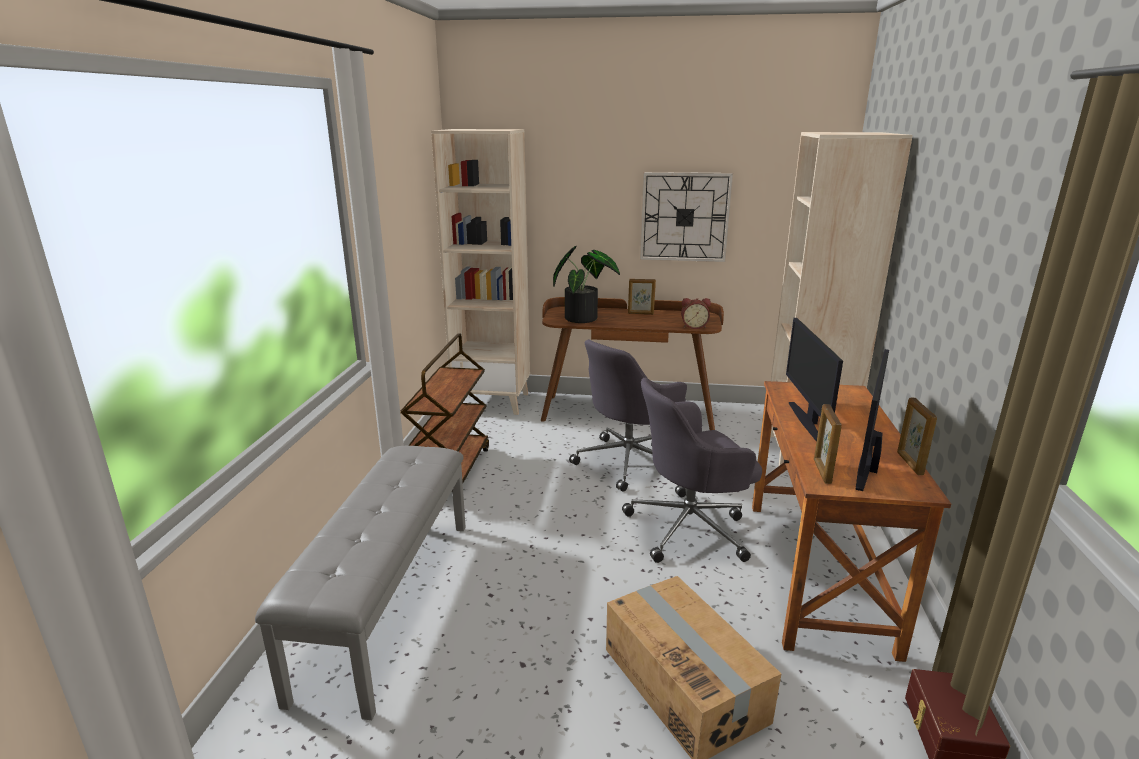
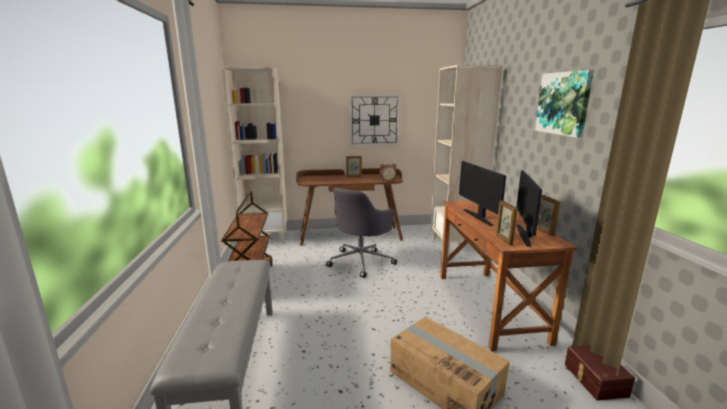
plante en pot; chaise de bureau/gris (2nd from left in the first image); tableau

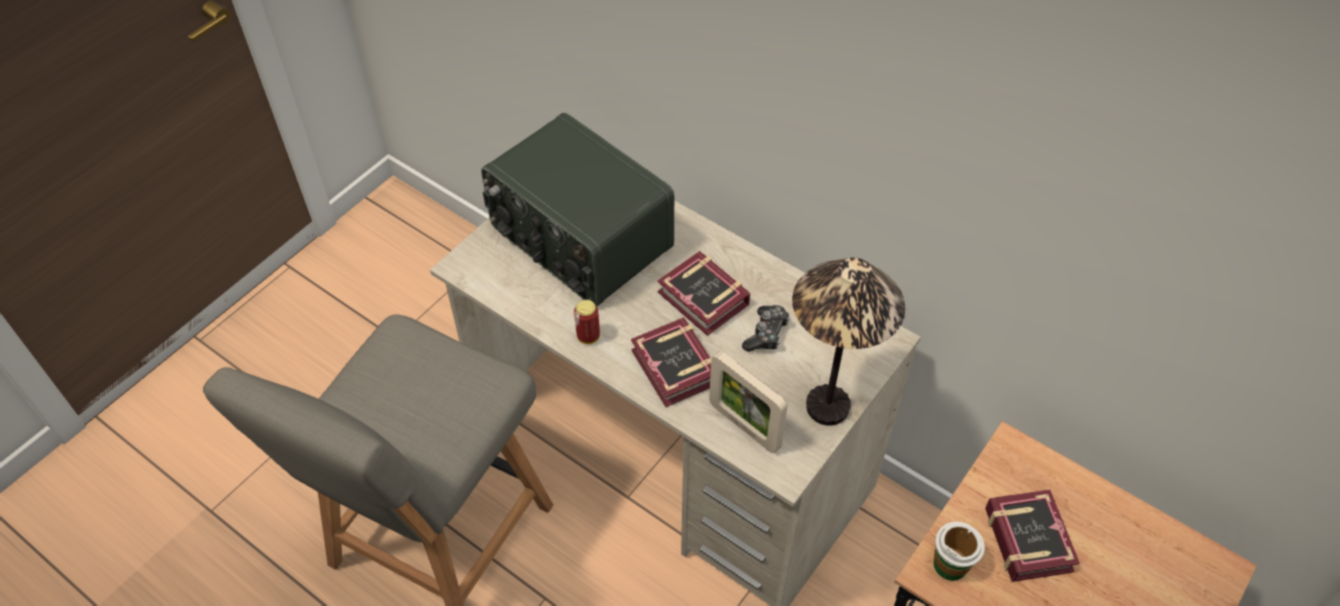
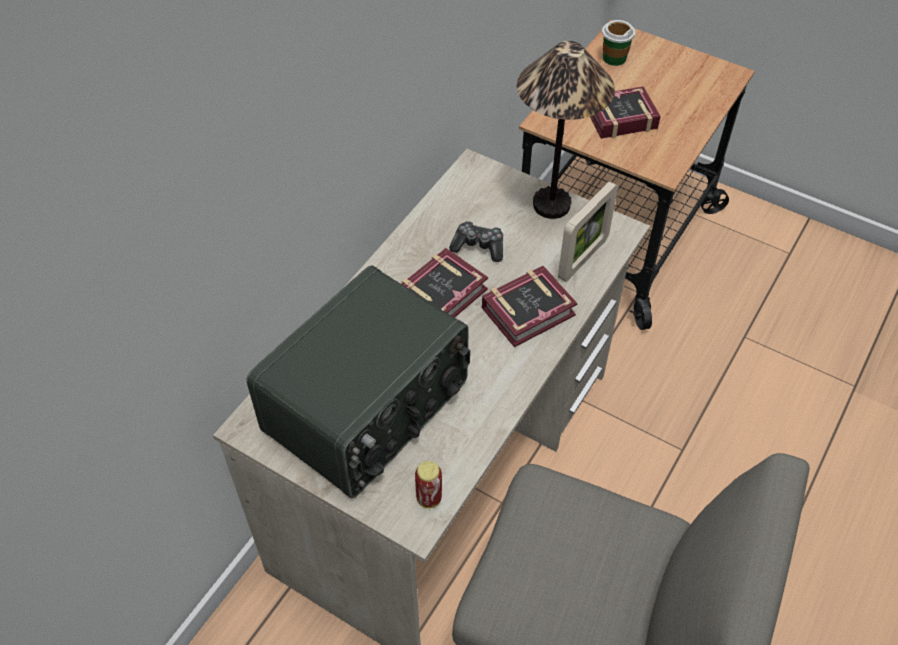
boîte métallique; tasse

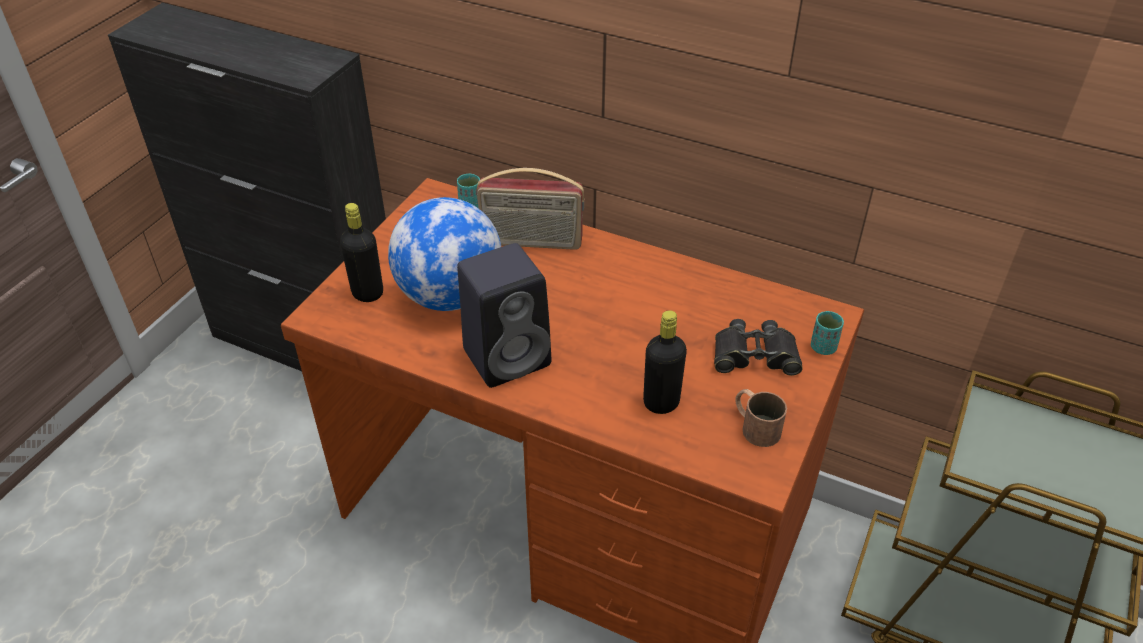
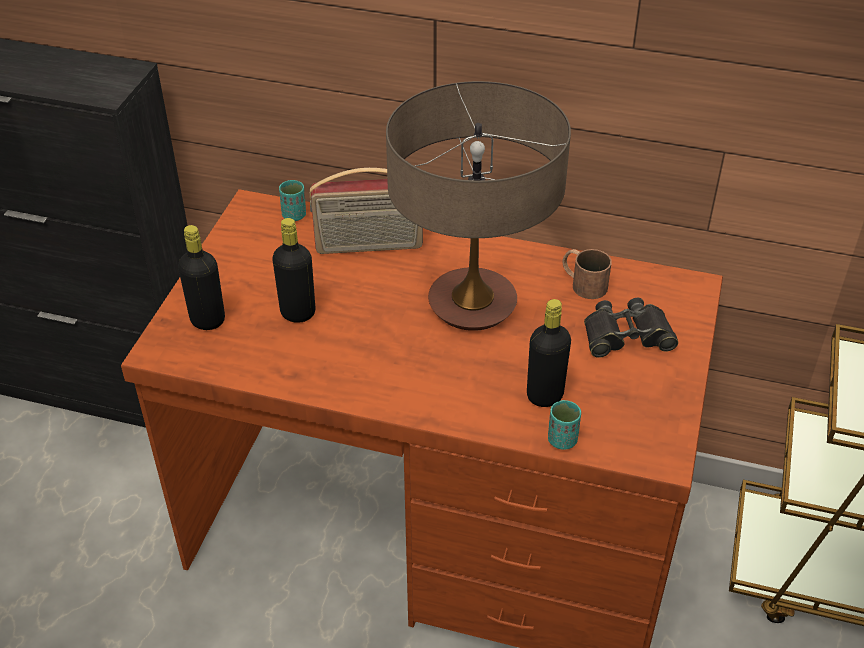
bouteille/noir (2nd from left); enceinte/noir; tasse/turquoise (2nd from left); mug/marron; lampe de table

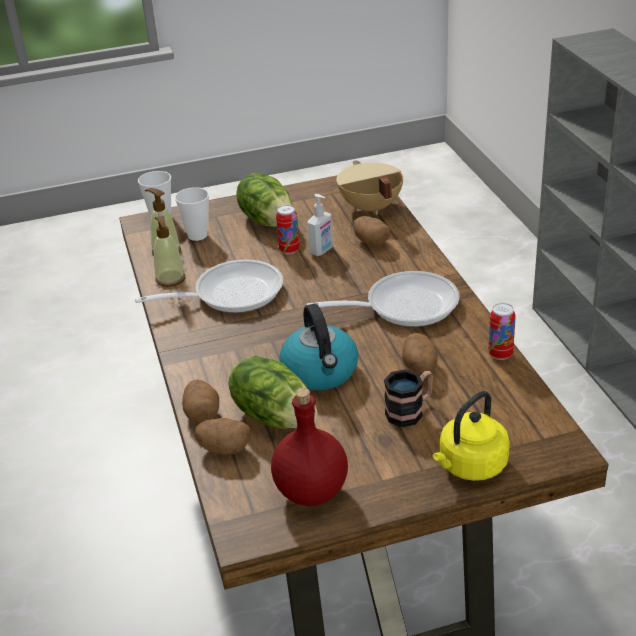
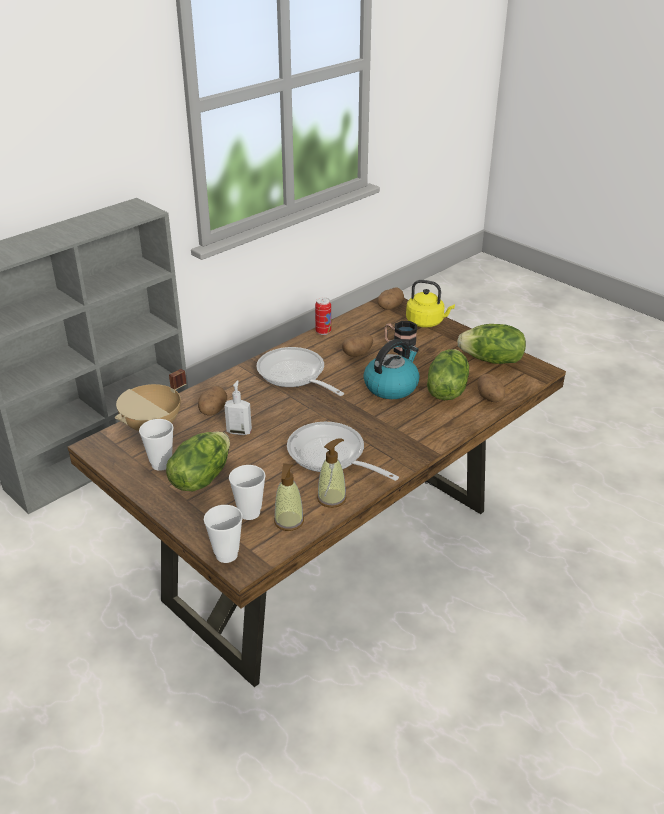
boîte métallique (1st from left in the first image); pomme de terre (3rd from left); laitue (3rd from left); tasse (1st from left)

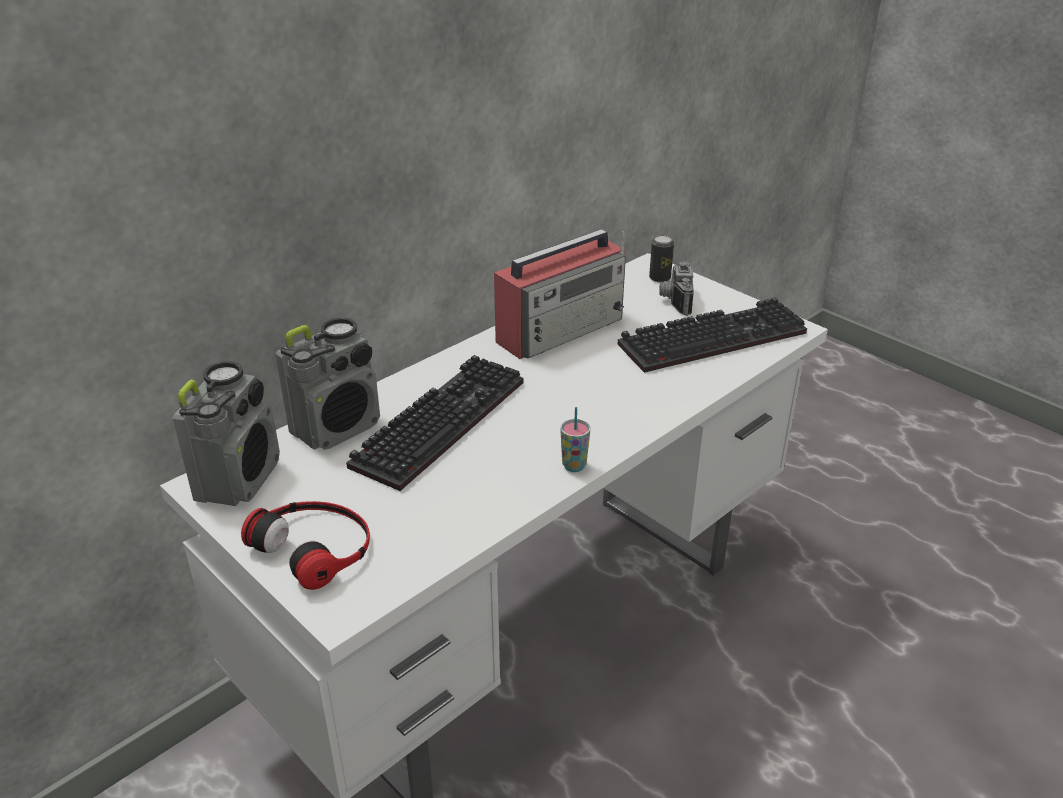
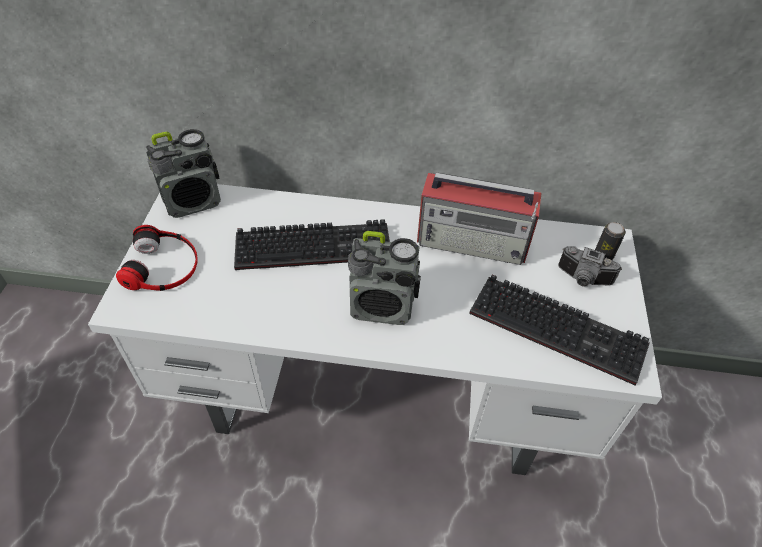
appareil photo; radio (2nd from left); tasse

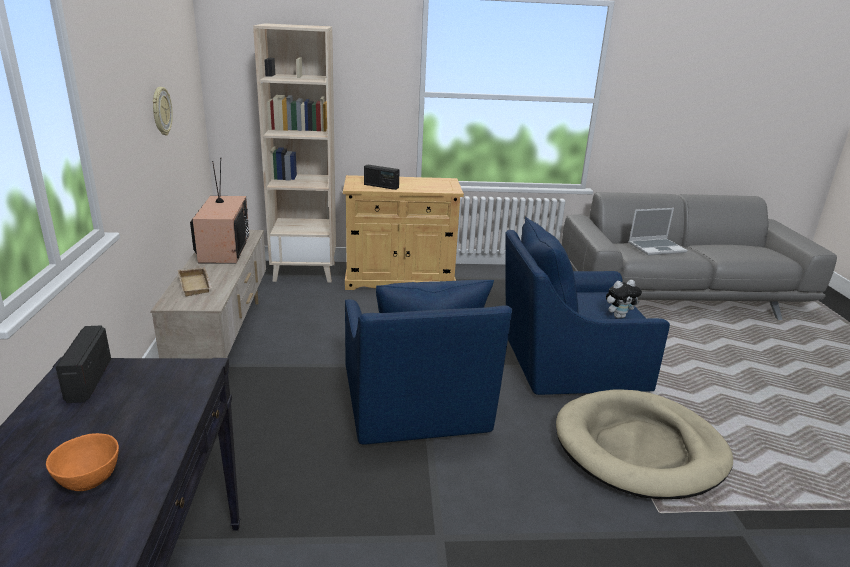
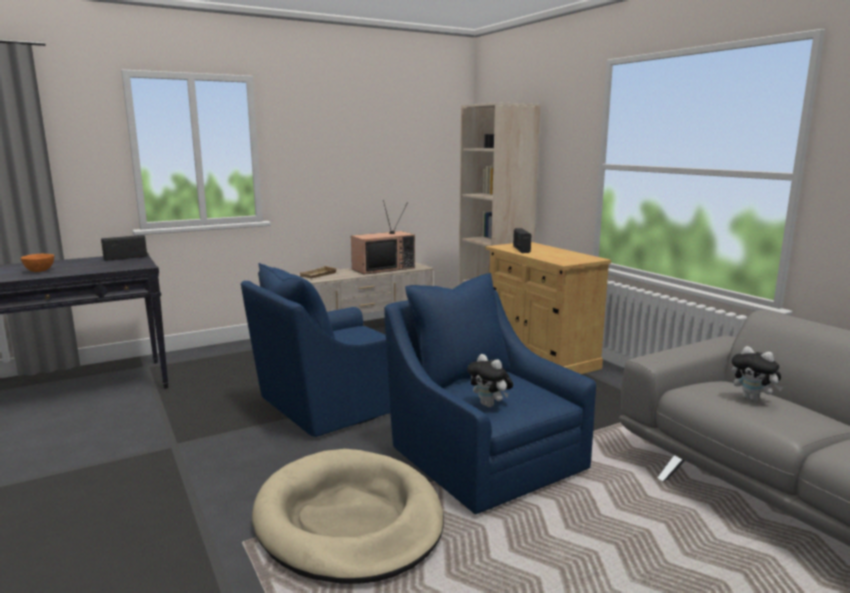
horloge murale; peluche (2nd from left)

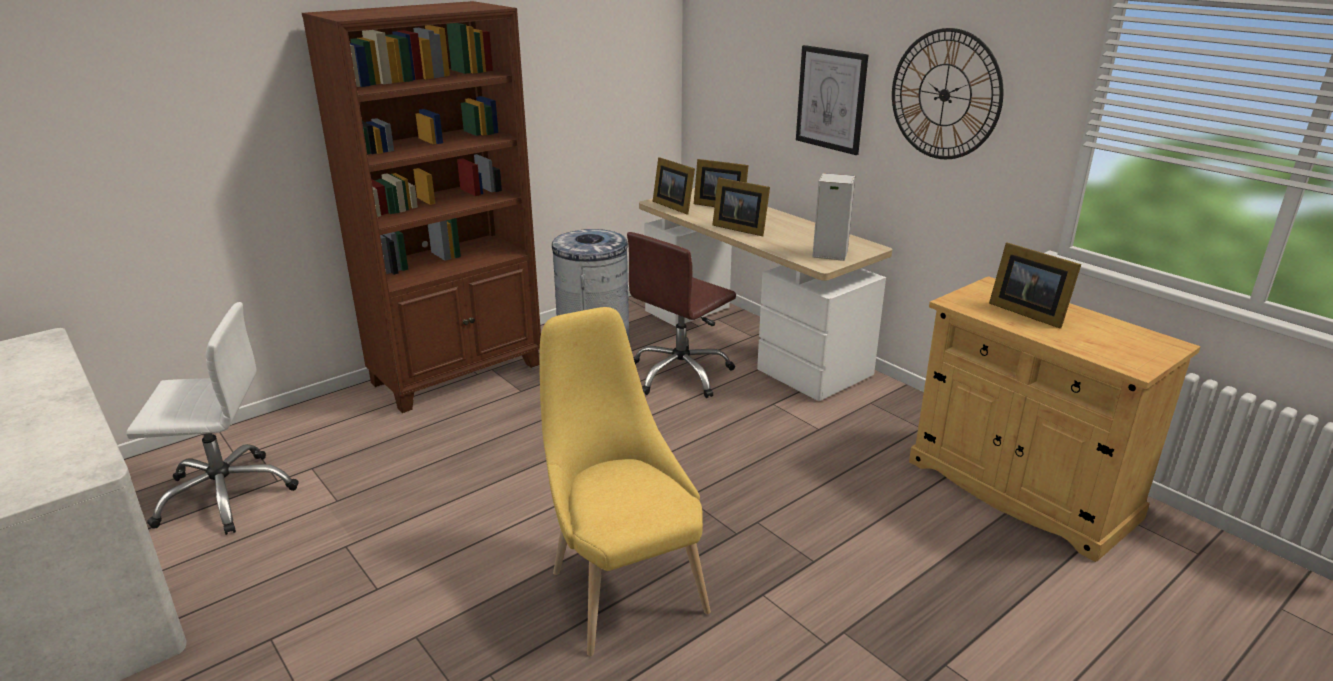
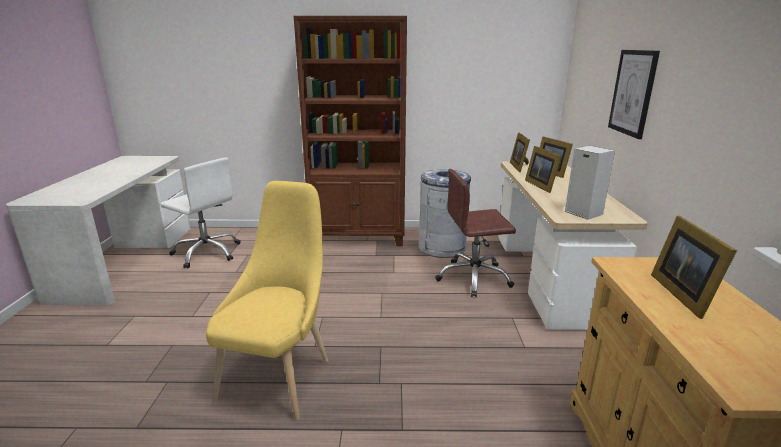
horloge murale

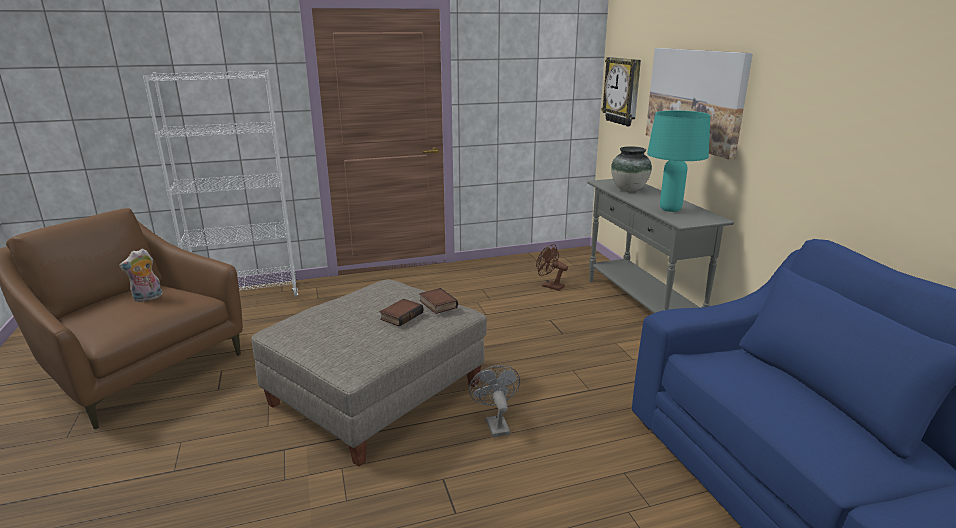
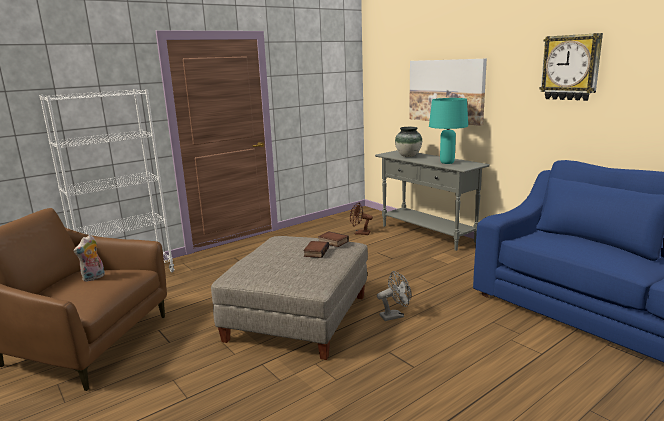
horloge murale; ventilateur/gris

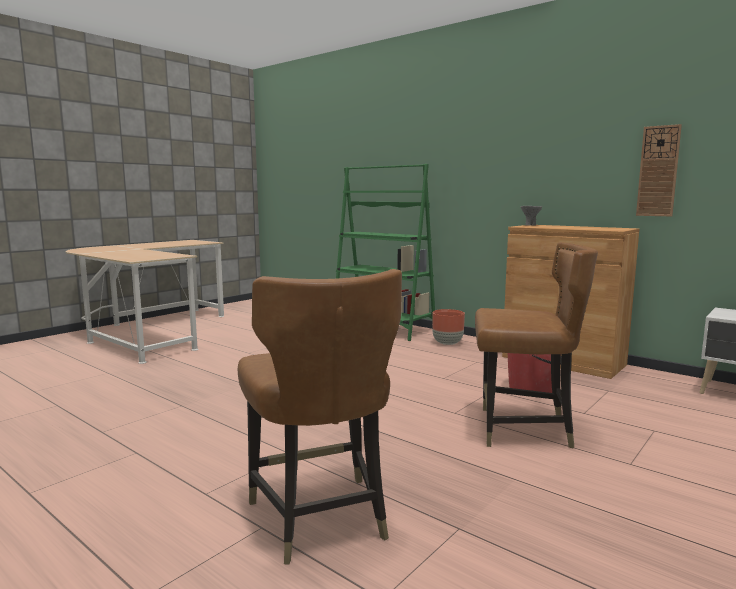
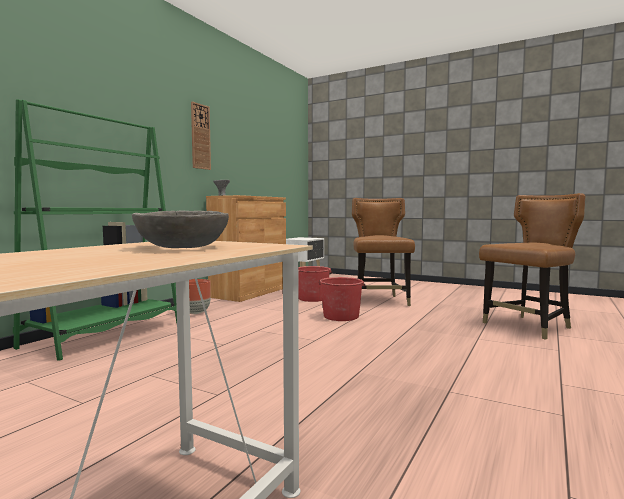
horloge murale; bol/gris (1st from left); seau/rouge (2nd from left)

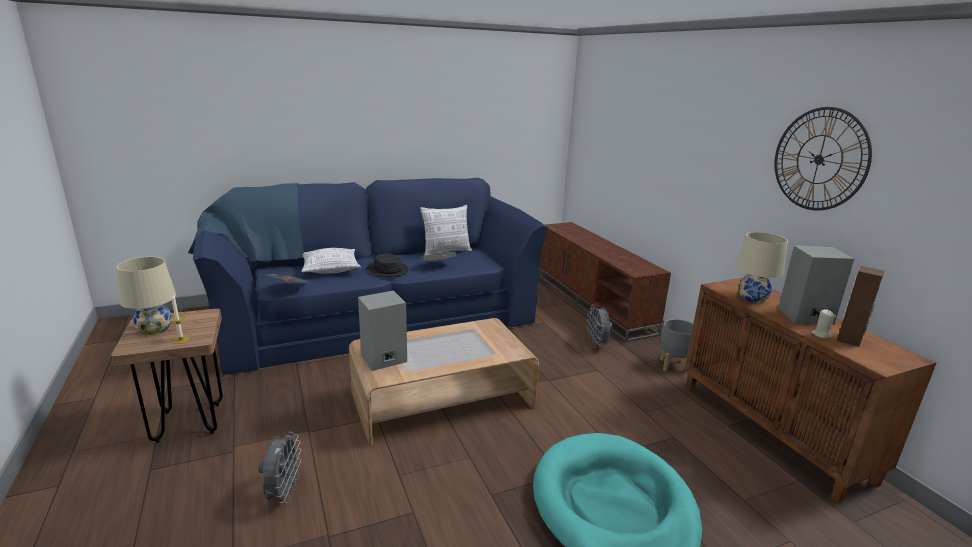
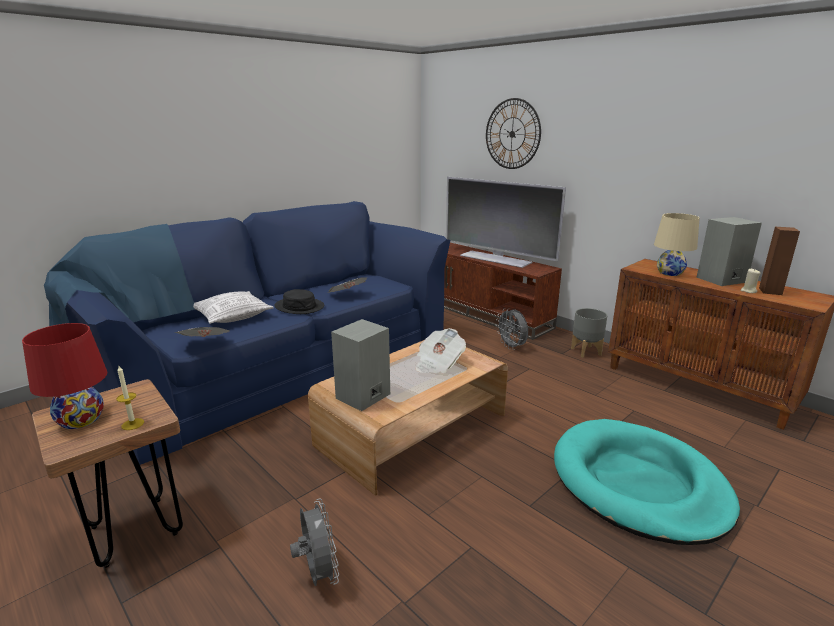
horloge murale; coussin (2nd from left in the first image); lampe de table/rouge; téléviseur; journal (3rd from left)

